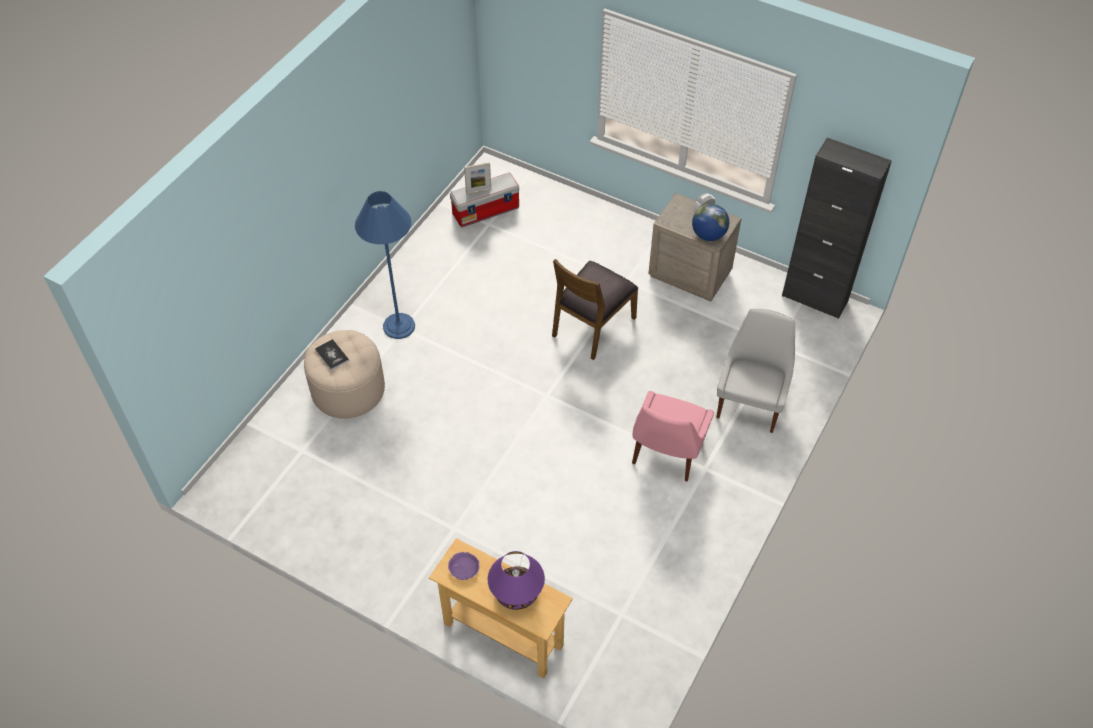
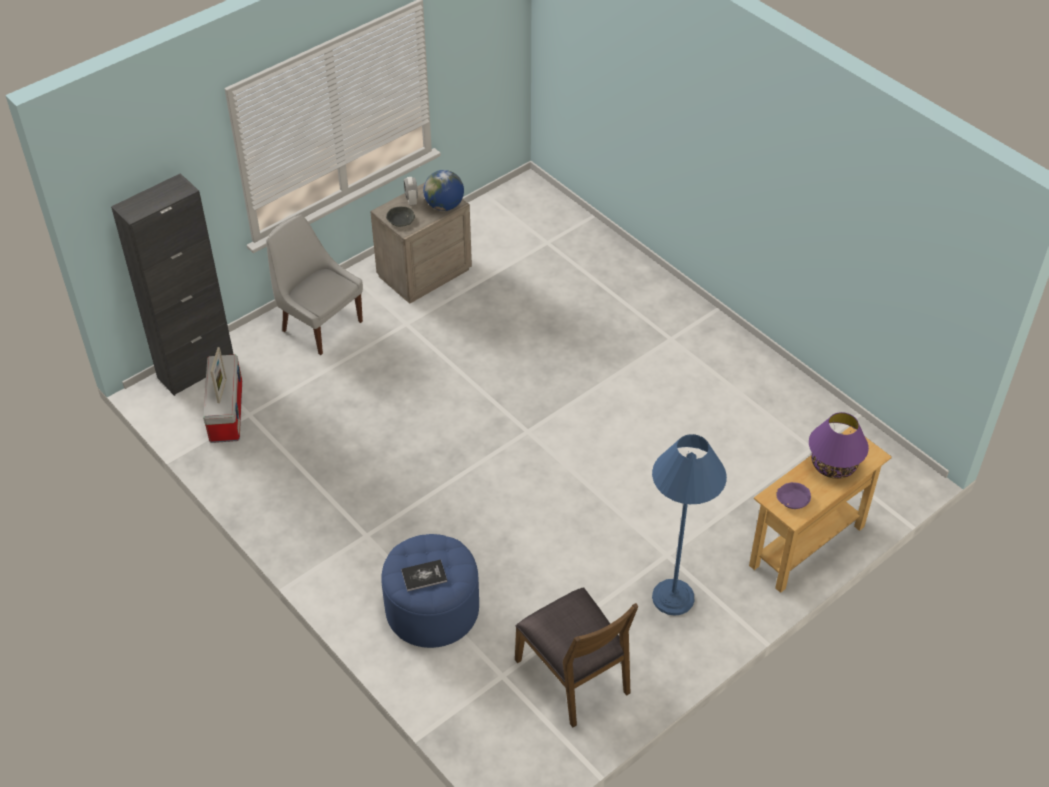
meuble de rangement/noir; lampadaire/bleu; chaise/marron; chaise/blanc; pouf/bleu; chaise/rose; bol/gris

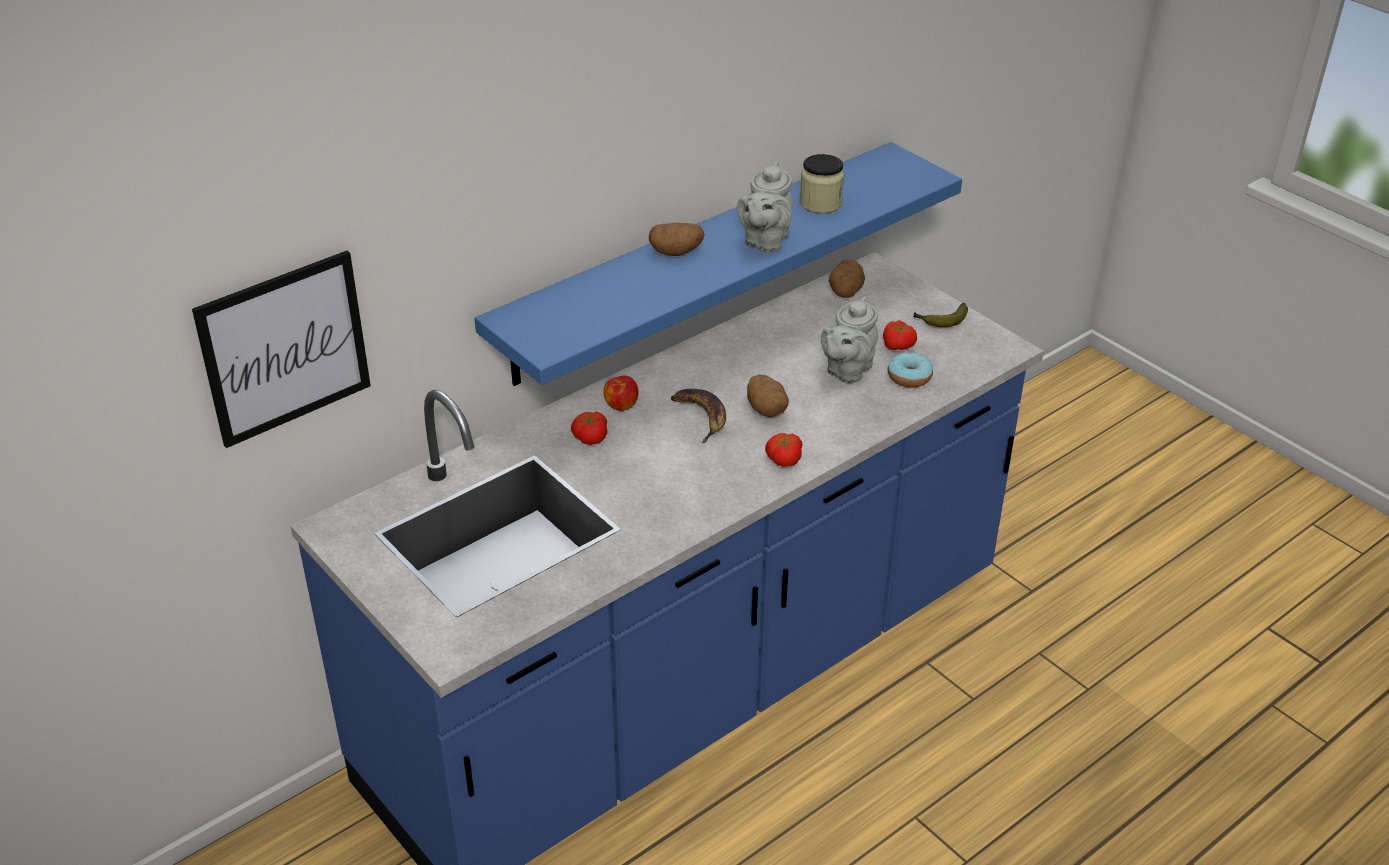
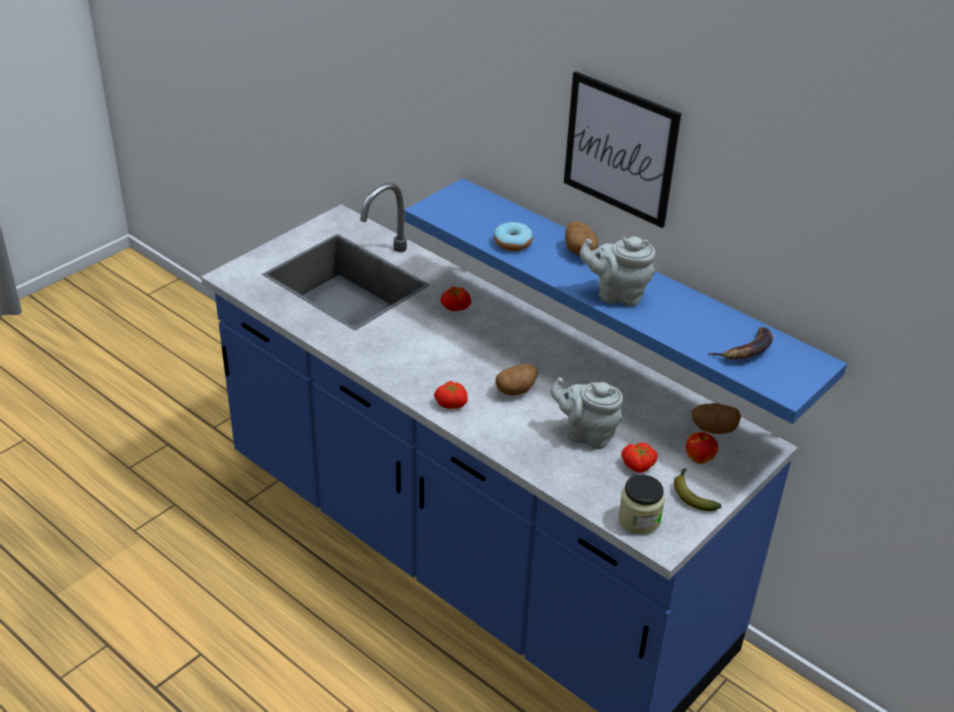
bocal; tableau; beignet; pomme; banane (2nd from left)

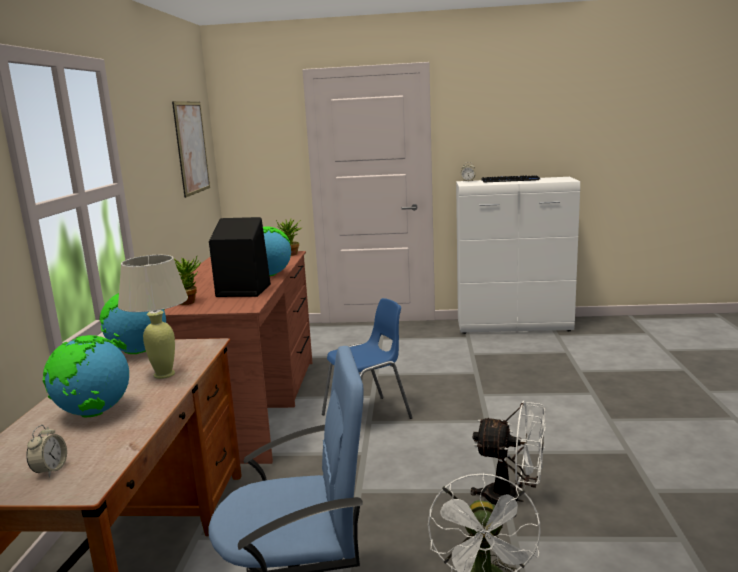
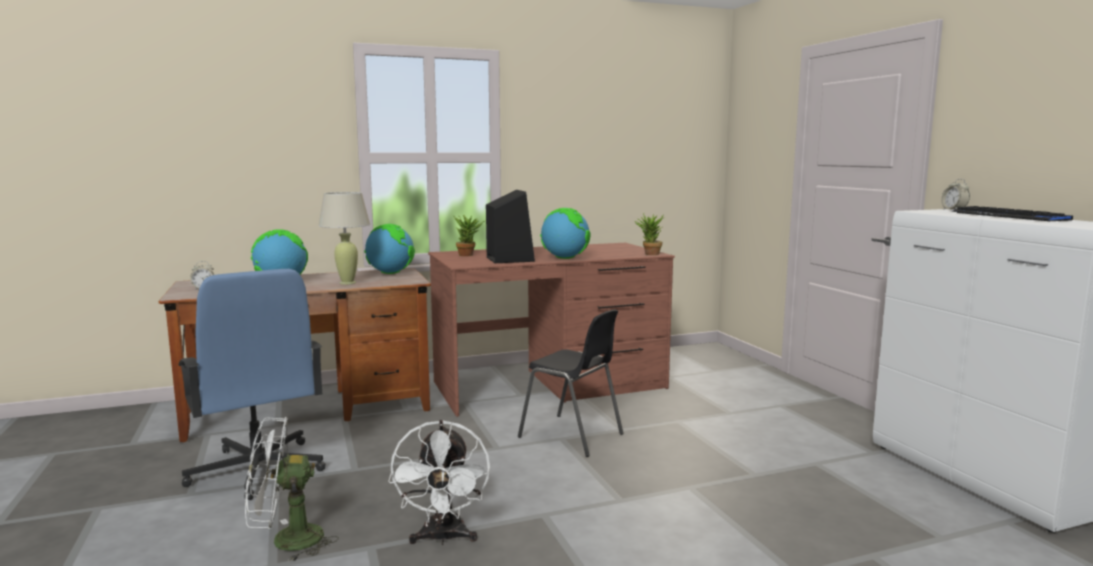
tableau; chaise/noir

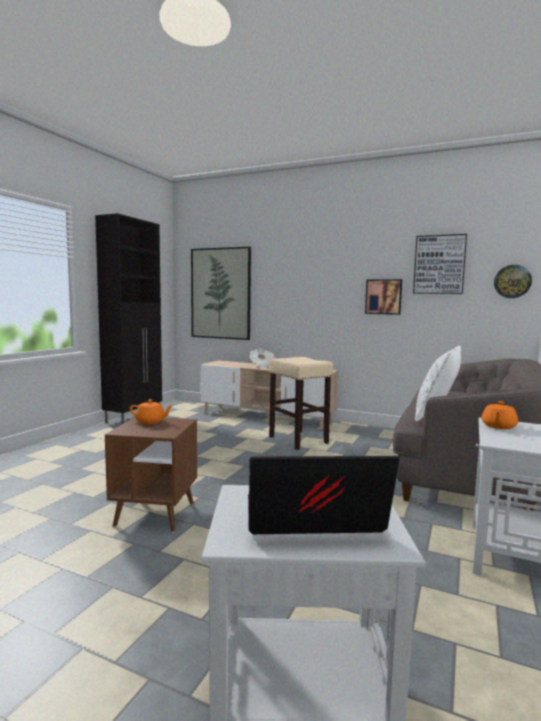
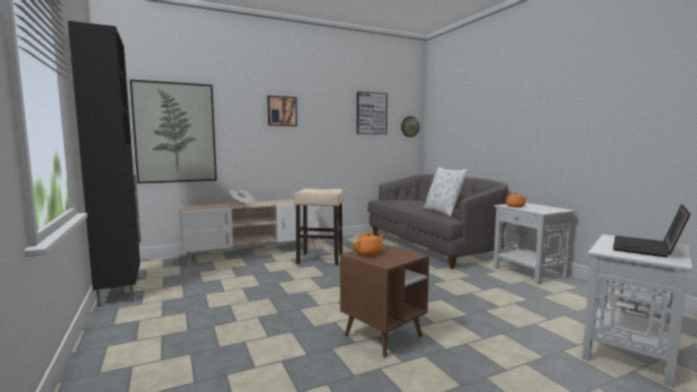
tableau (2nd from left)

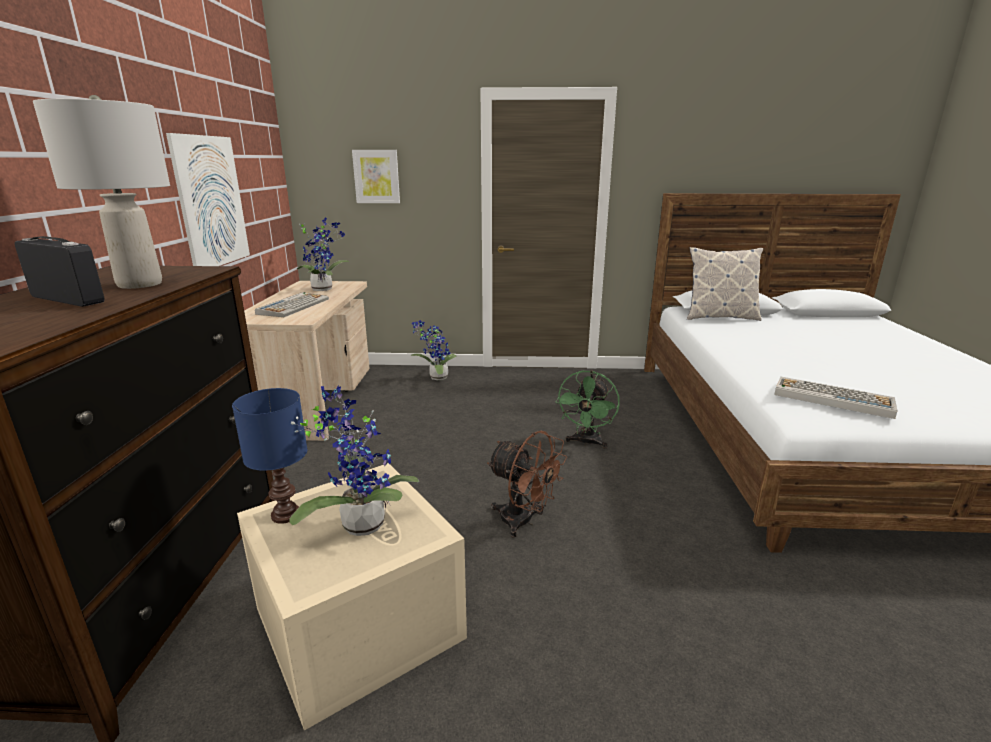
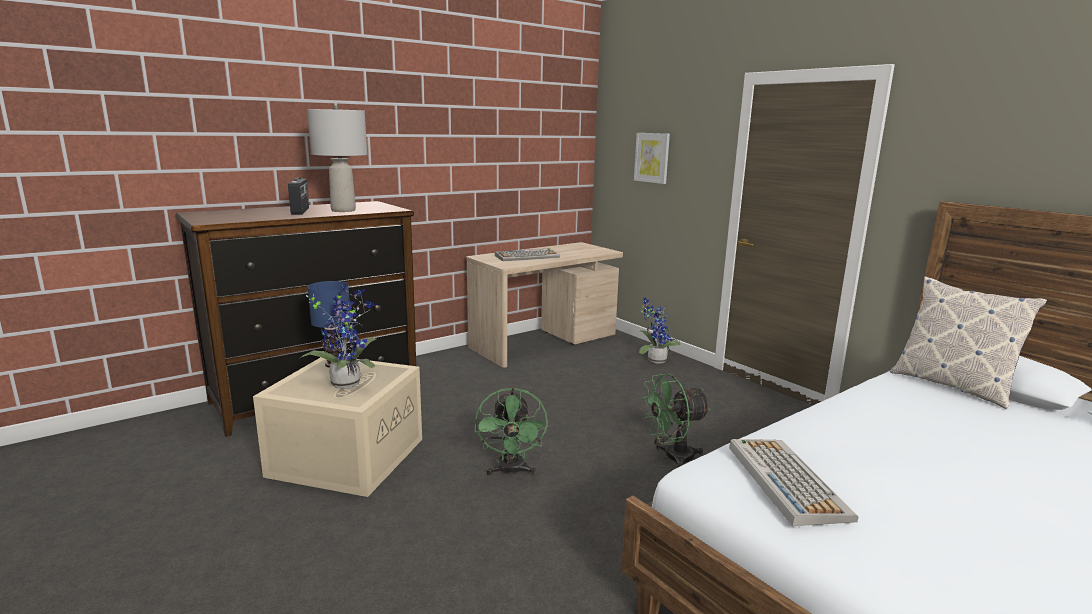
tableau (1st from left in the first image); plante en pot (1st from left in the first image); ventilateur/vert (1st from left)

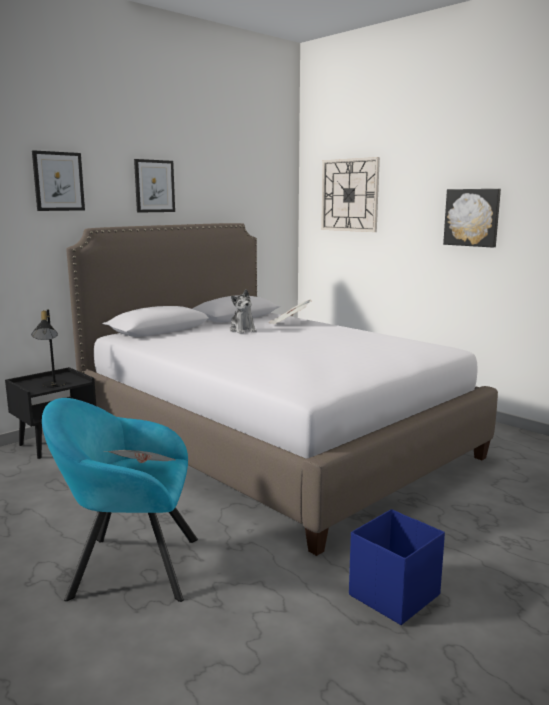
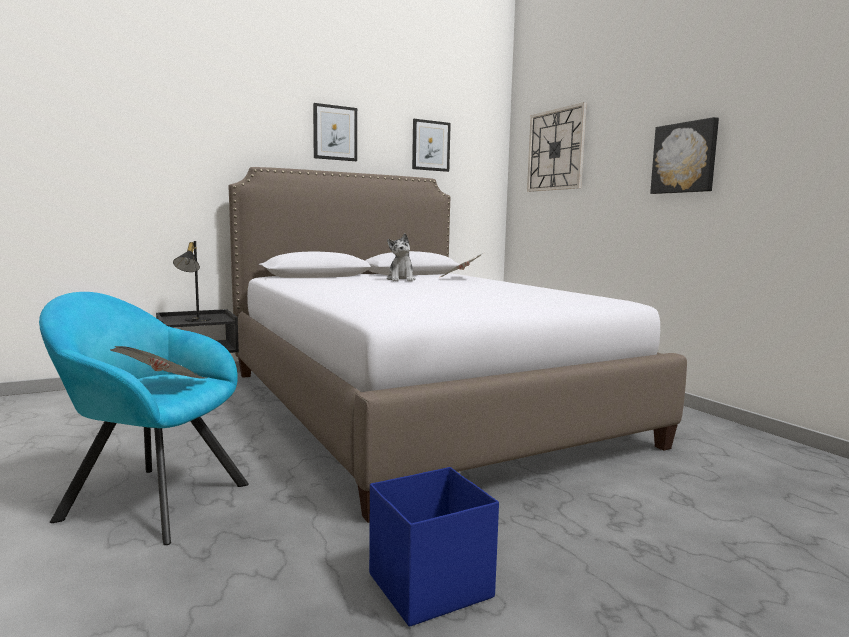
tableau (2nd from left)

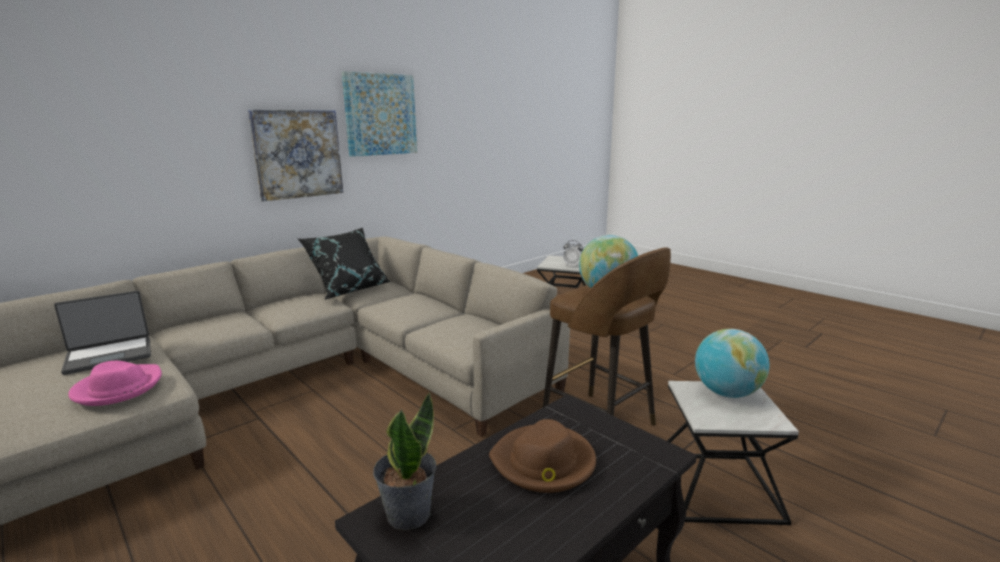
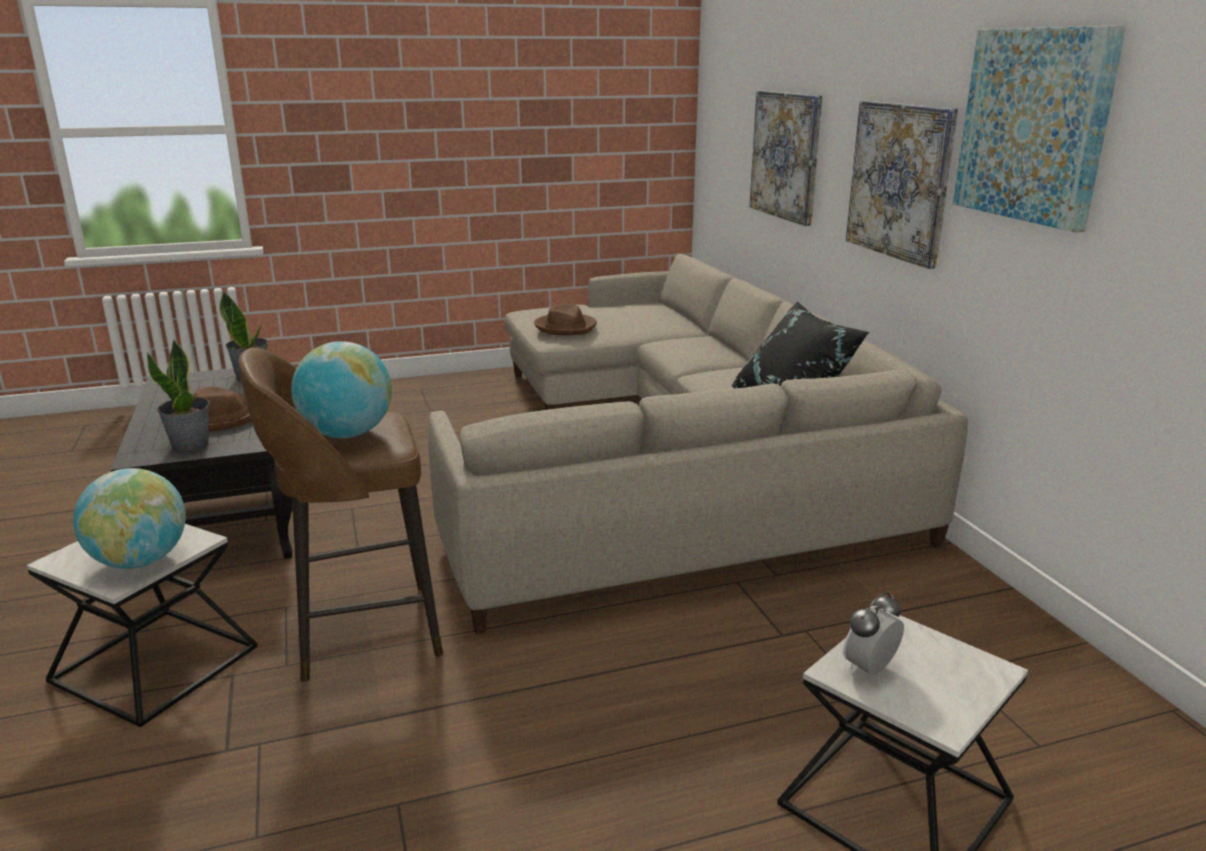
ordinateur portable; chapeau/marron (2nd from left); tableau (1st from left); plante en pot (1st from left)

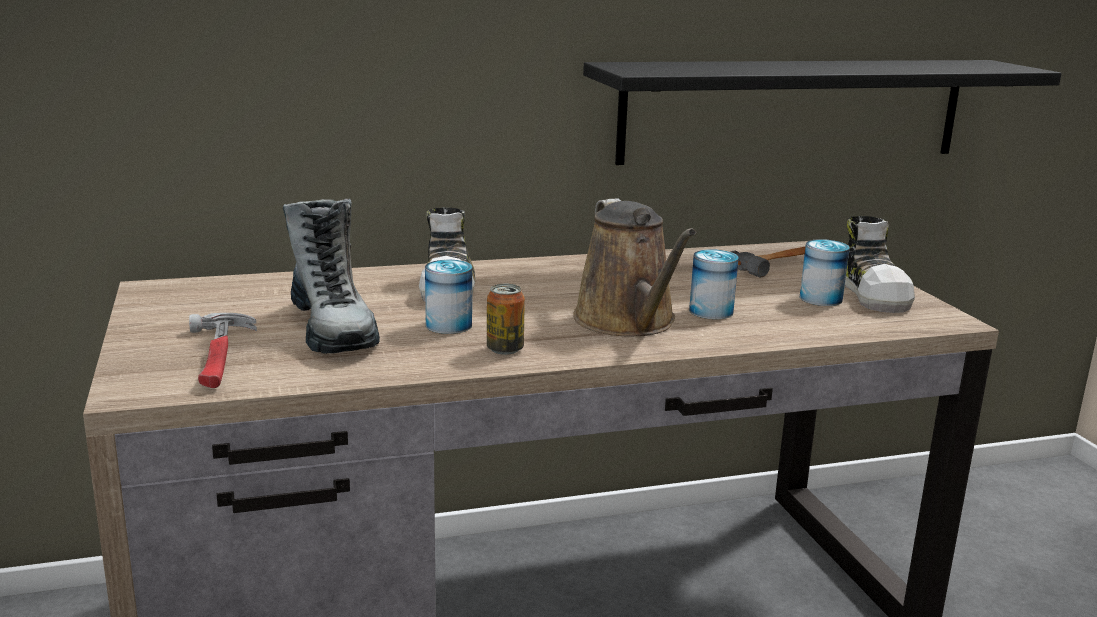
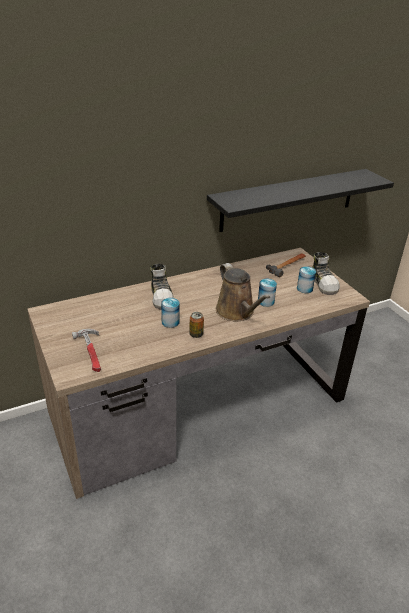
botte

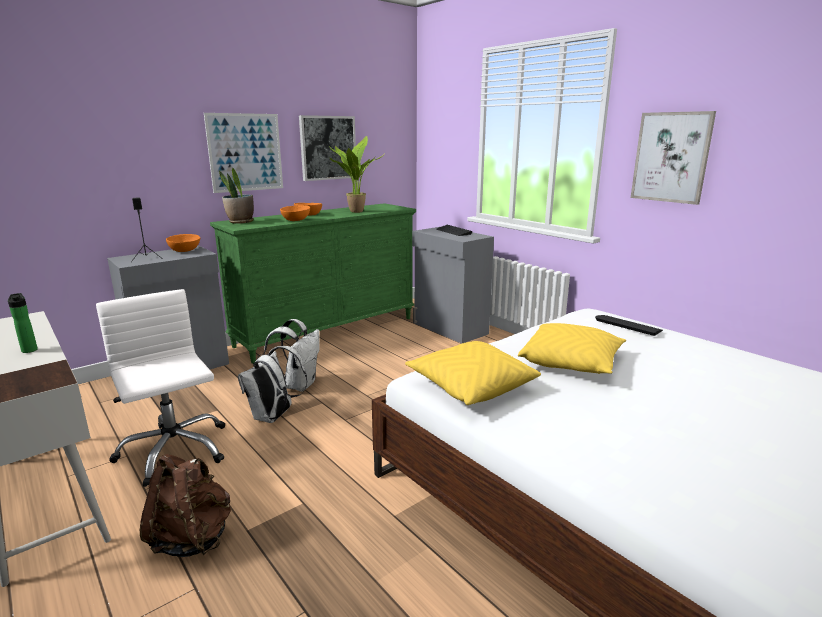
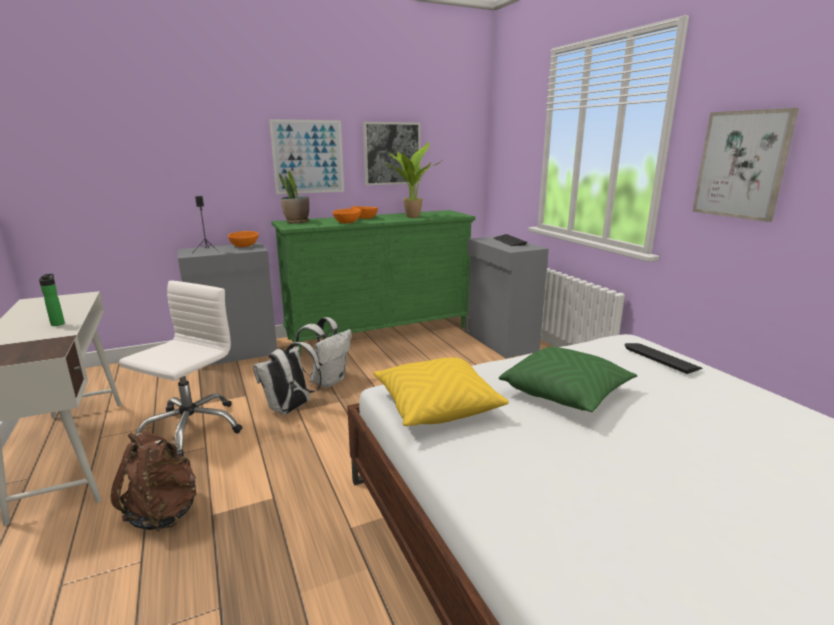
chaise de bureau/blanc; coussin/vert

